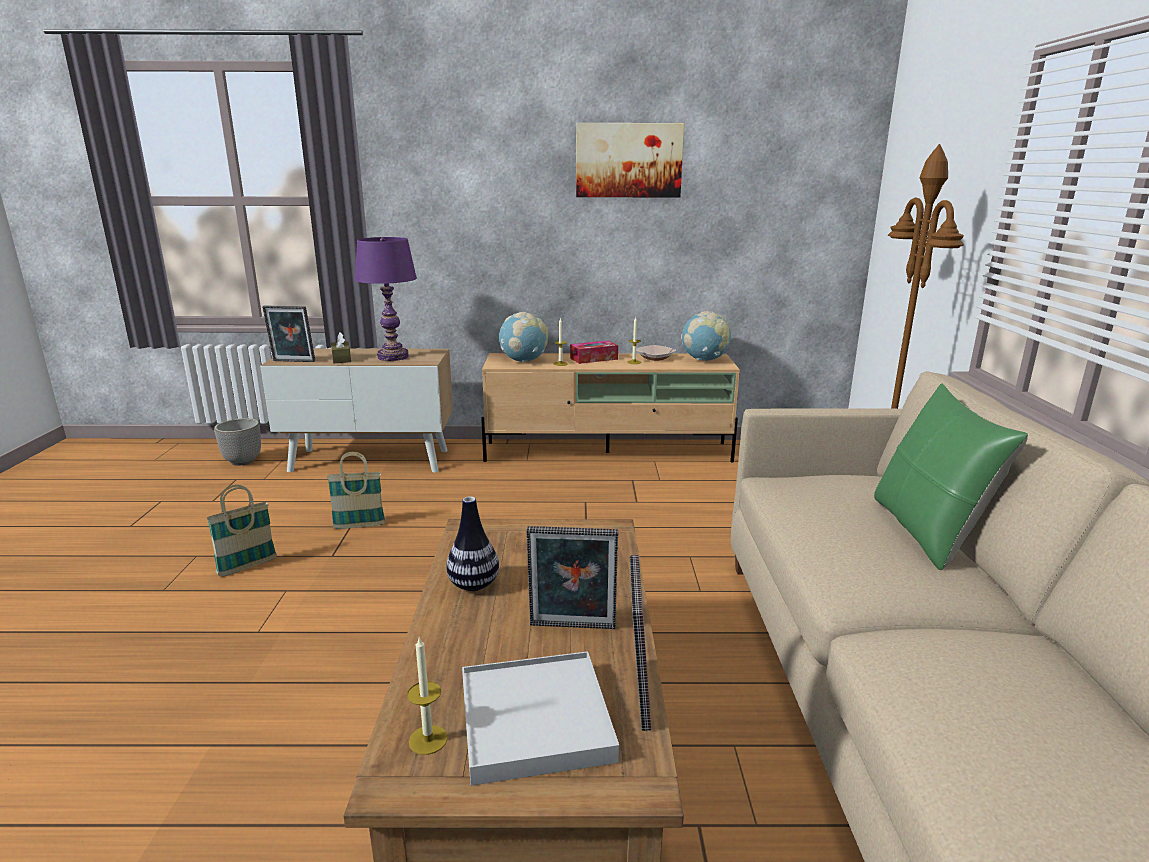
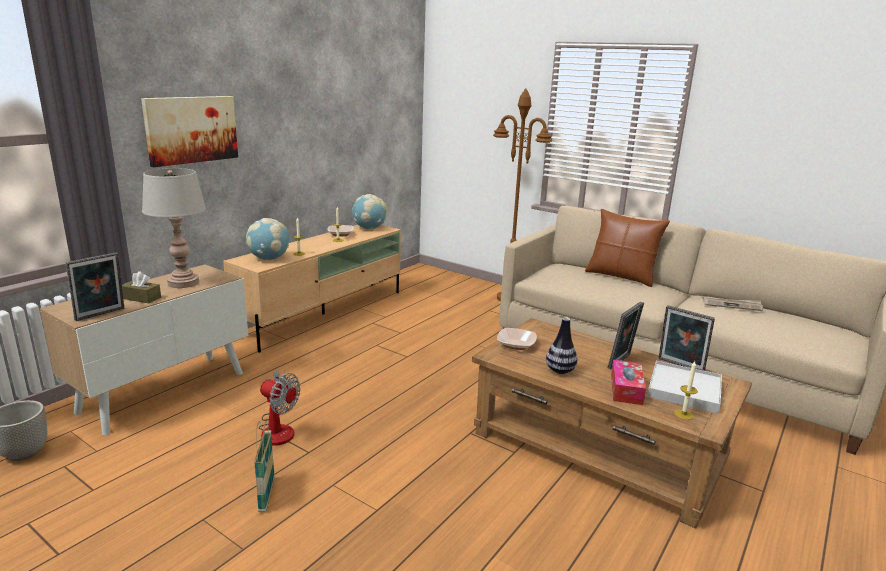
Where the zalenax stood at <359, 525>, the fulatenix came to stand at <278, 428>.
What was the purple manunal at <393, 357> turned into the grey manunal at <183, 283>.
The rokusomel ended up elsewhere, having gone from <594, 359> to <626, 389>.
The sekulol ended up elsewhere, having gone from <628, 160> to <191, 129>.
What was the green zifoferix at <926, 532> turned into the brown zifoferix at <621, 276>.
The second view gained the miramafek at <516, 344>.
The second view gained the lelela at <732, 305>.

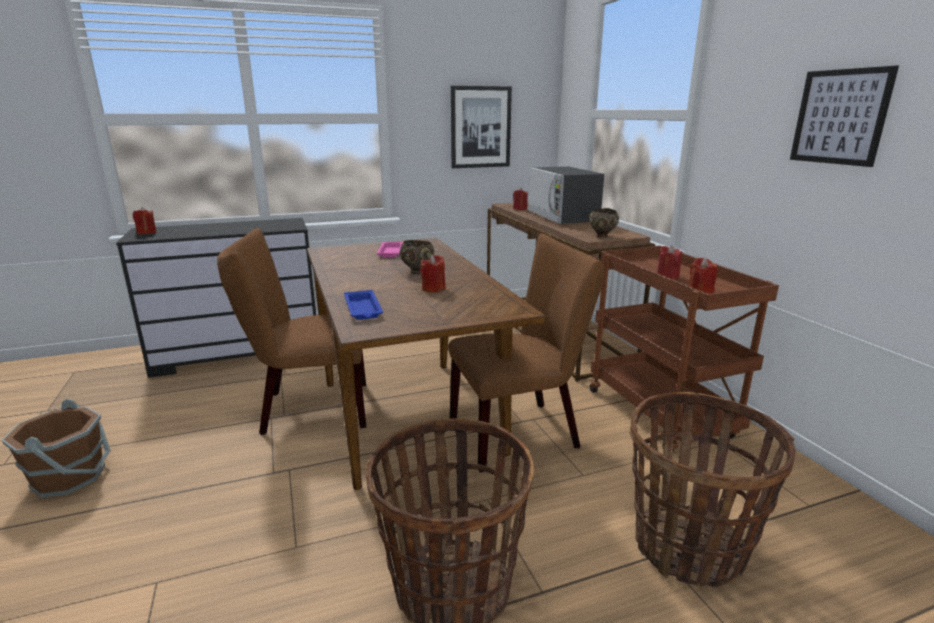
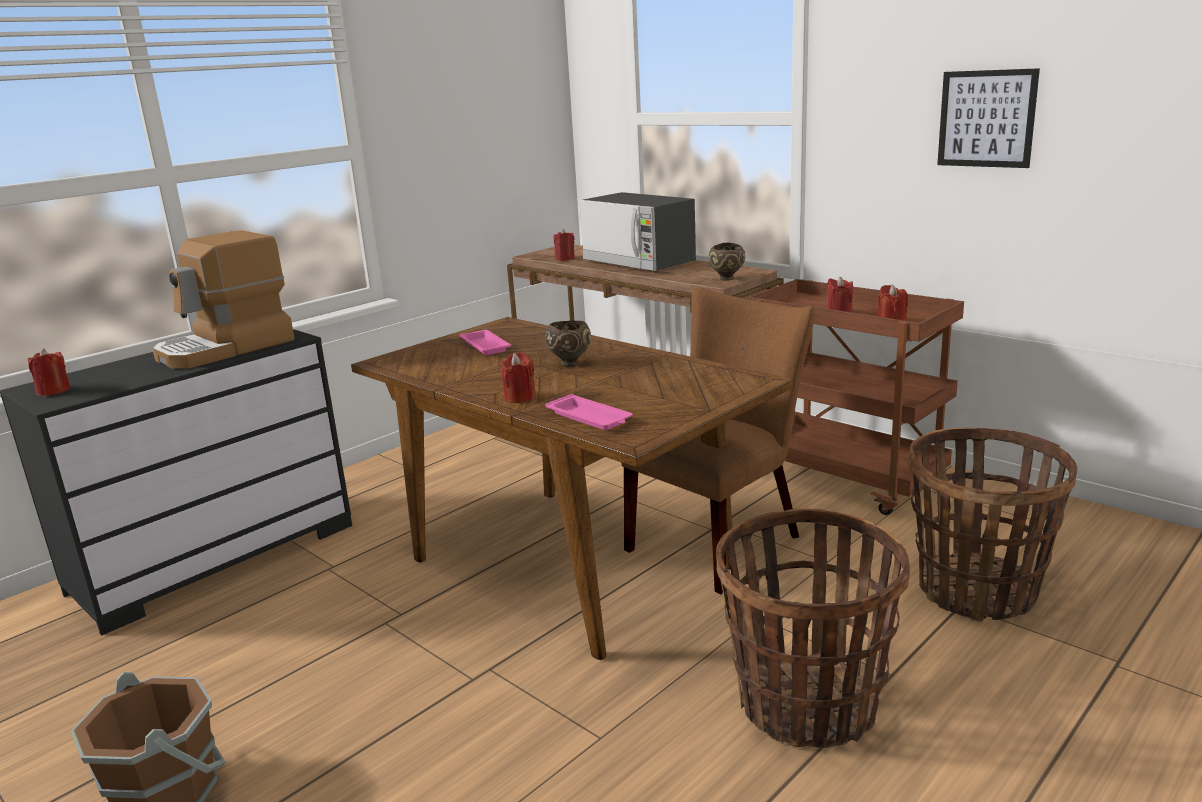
The second view lost the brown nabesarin at <308, 409>.
What was the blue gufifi at <363, 309> turned into the pink gufifi at <590, 418>.
The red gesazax ended up elsewhere, having gone from <433, 288> to <520, 397>.
The second view lost the sekulol at <480, 127>.
The second view gained the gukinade at <226, 349>.

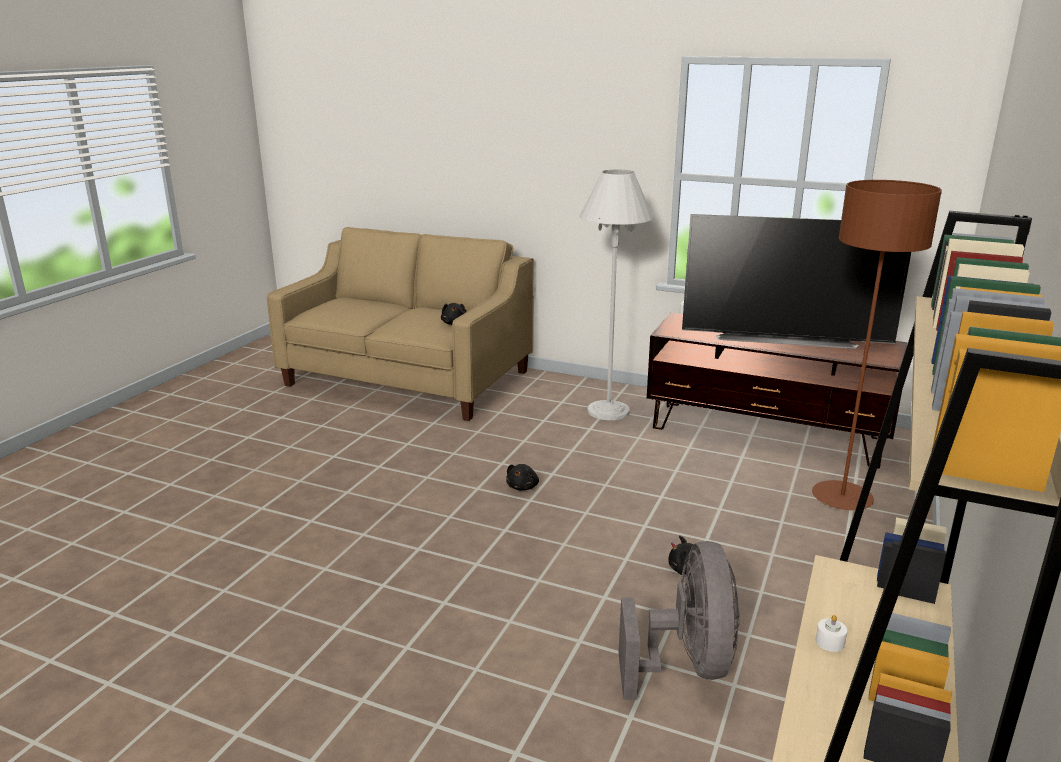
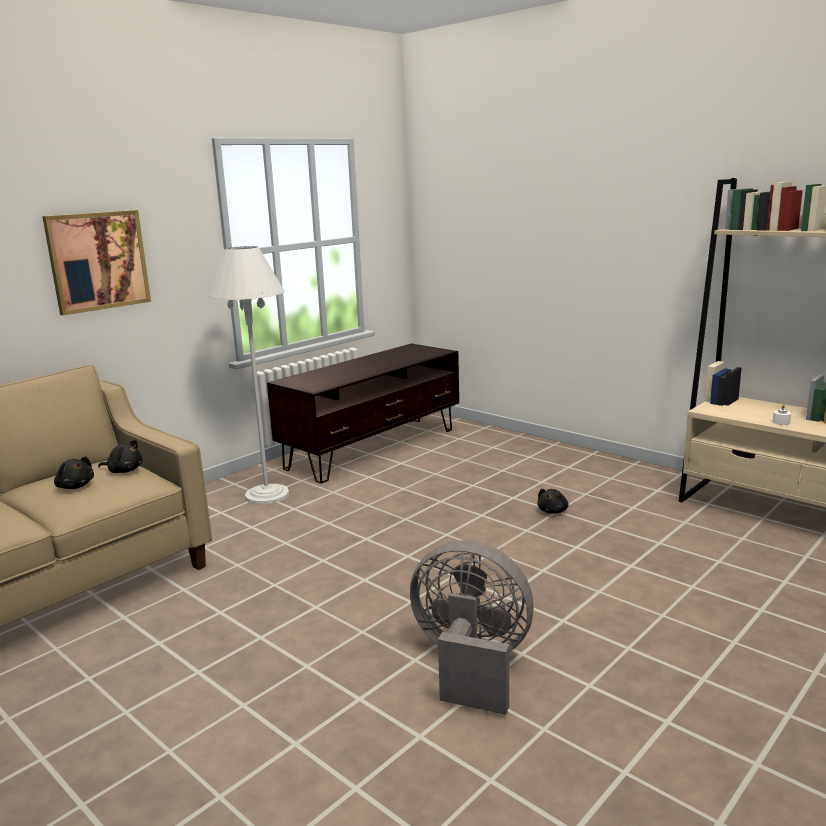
The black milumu ended up elsewhere, having gone from <523, 487> to <75, 486>.
The grey fulatenix ended up elsewhere, having gone from <686, 665> to <471, 665>.
The second view lost the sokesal at <784, 338>.
The second view lost the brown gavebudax at <842, 498>.
The second view gained the sekulol at <98, 261>.

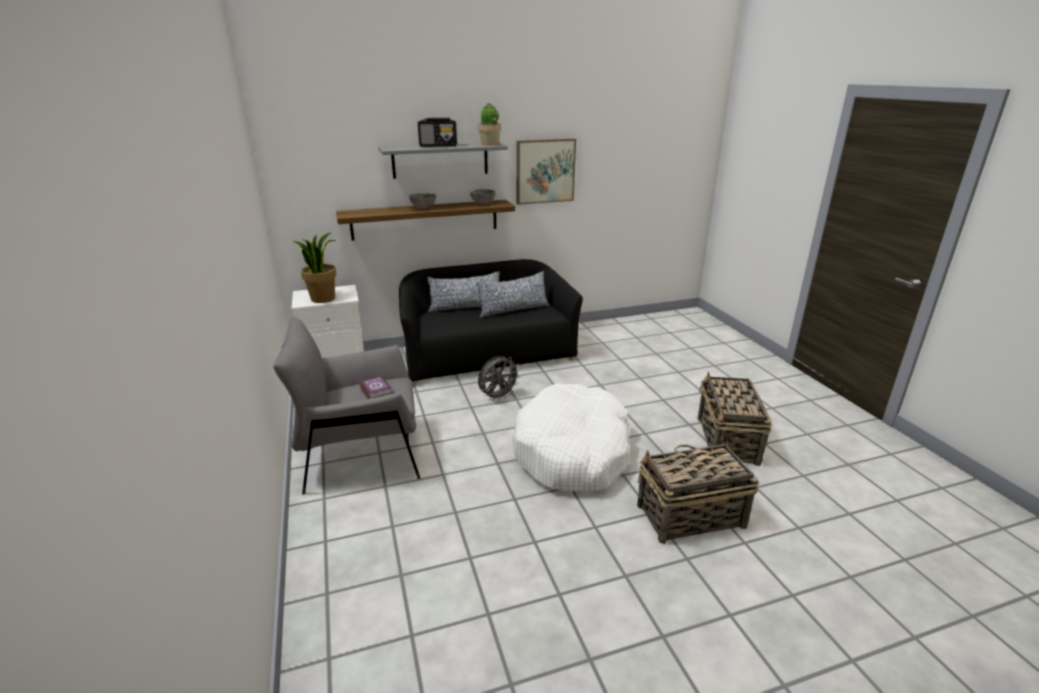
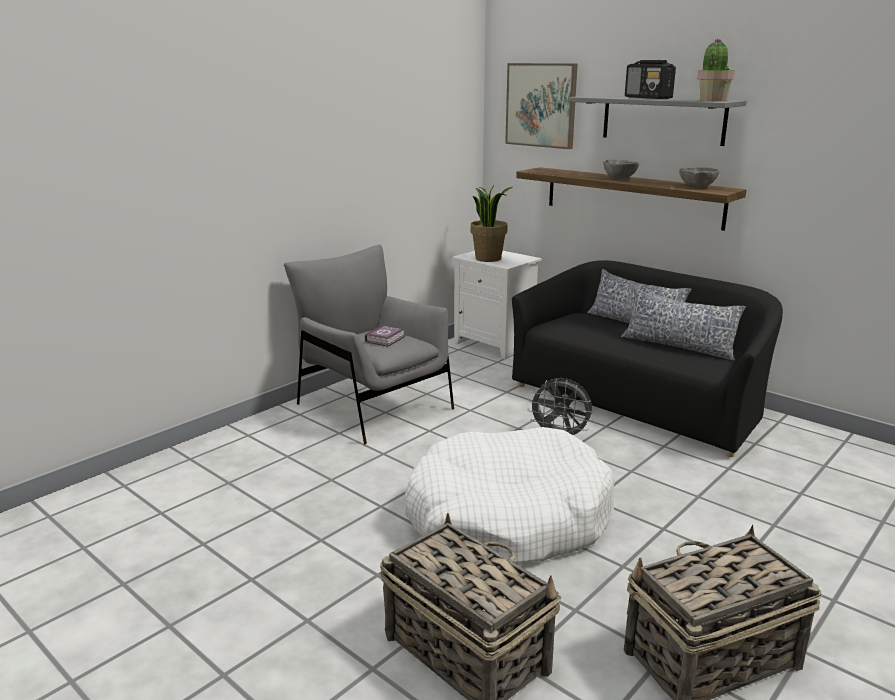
The sekulol ended up elsewhere, having gone from <545, 171> to <541, 105>.

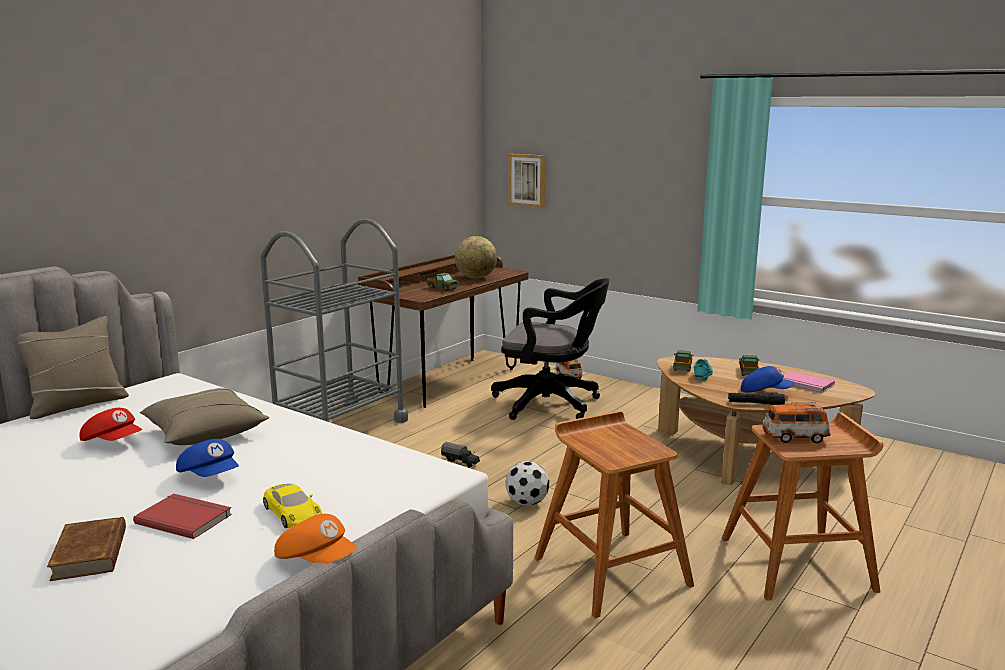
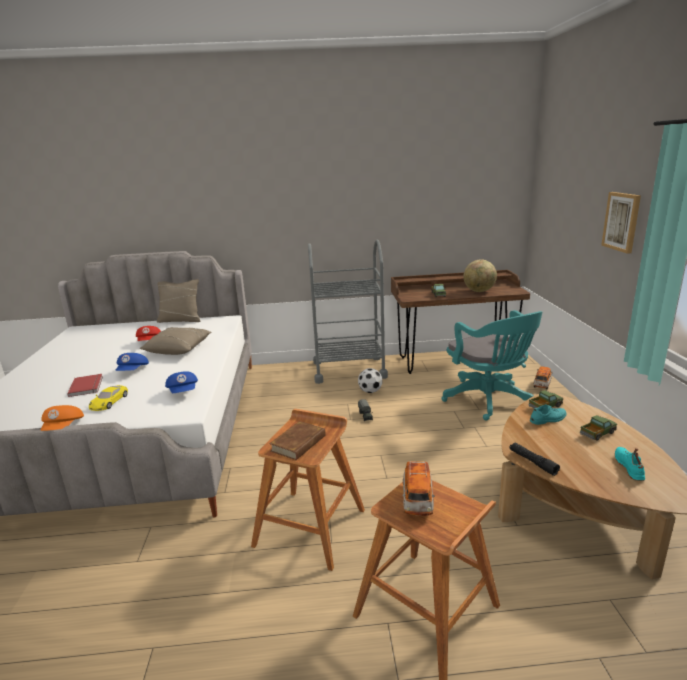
The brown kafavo ended up elsewhere, having gone from <91, 553> to <299, 443>.
What was the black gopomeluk at <552, 404> turned into the turquoise gopomeluk at <489, 401>.
The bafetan ended up elsewhere, having gone from <527, 502> to <370, 391>.
The sekulol ended up elsewhere, having gone from <527, 180> to <621, 221>.
The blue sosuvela ended up elsewhere, having gone from <765, 392> to <184, 392>.
The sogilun at <794, 437> ended up facing another way, 135 degrees counterclockwise from before.
Where the pink kafavo stood at <805, 384>, the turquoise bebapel came to stand at <630, 467>.

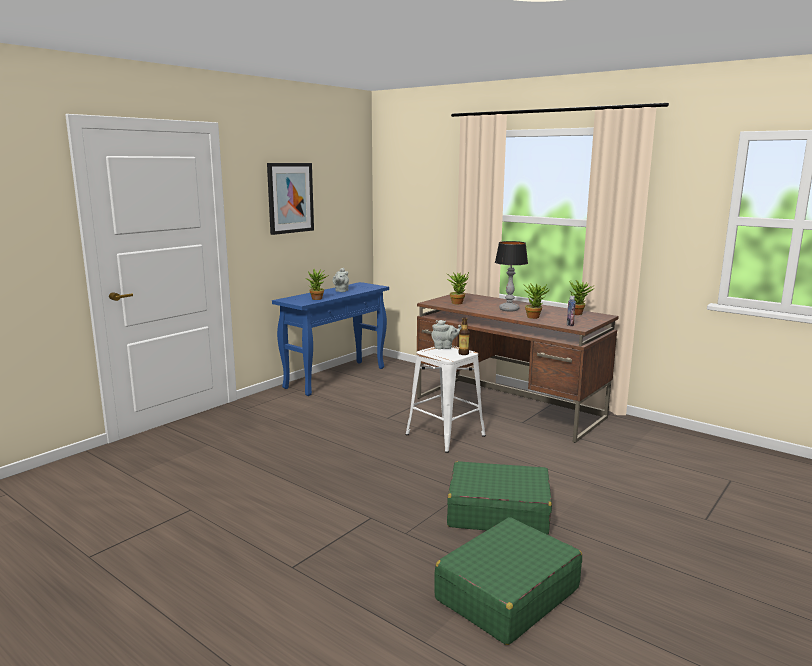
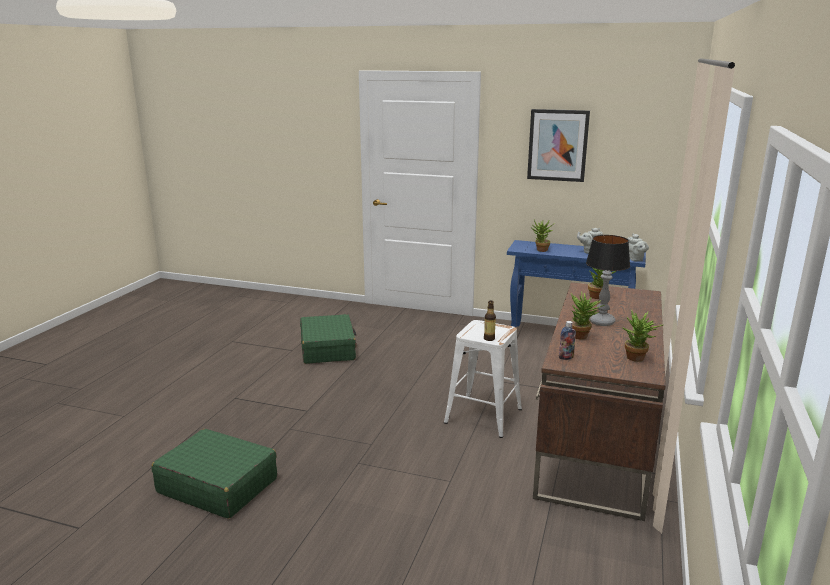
The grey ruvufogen ended up elsewhere, having gone from <444, 347> to <635, 260>.
The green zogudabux ended up elsewhere, having gone from <497, 512> to <328, 348>.

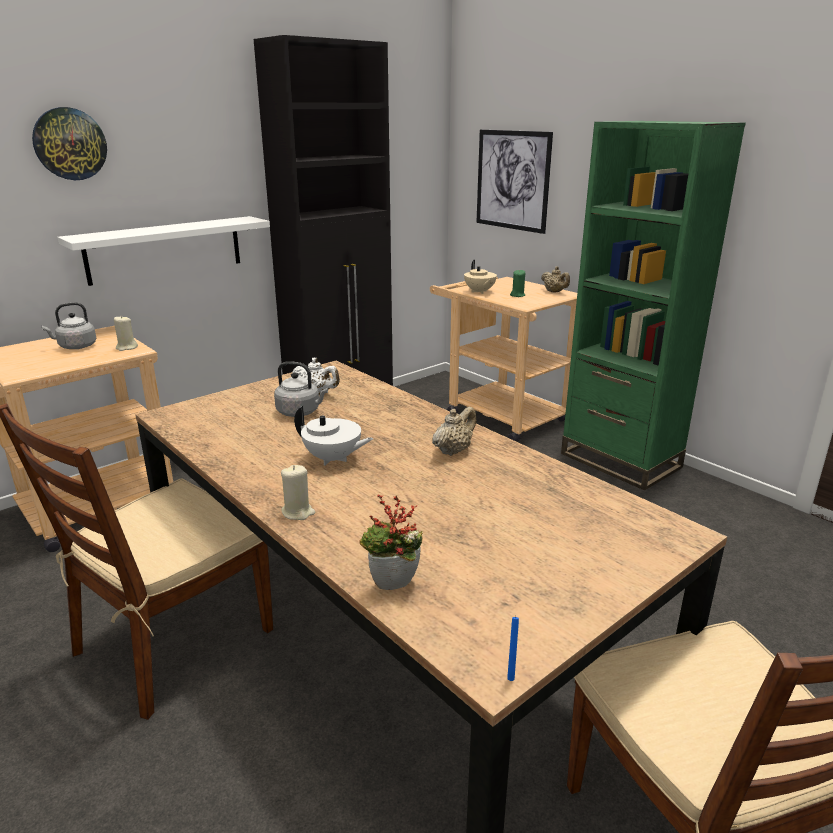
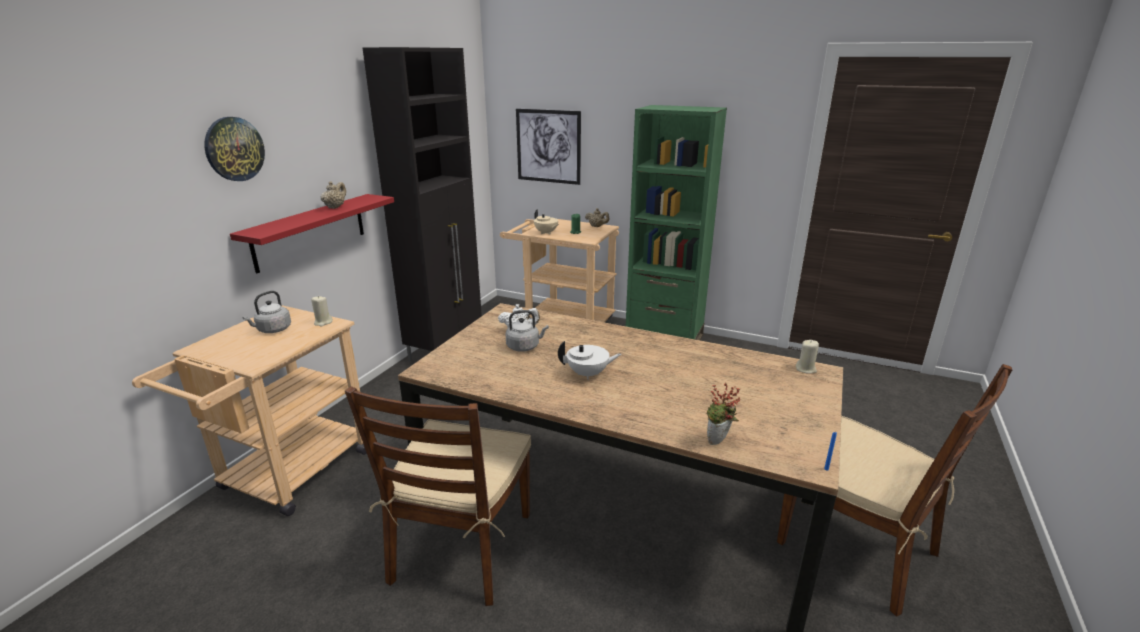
What was the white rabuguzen at <165, 249> turned into the red rabuguzen at <310, 231>.
The beige gesazax ended up elsewhere, having gone from <298, 512> to <806, 369>.
The beige ruvufogen ended up elsewhere, having gone from <453, 450> to <335, 207>.

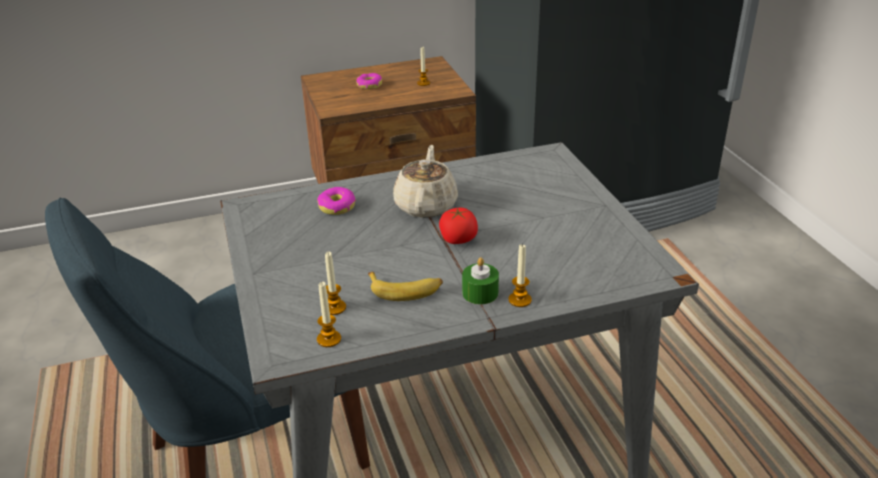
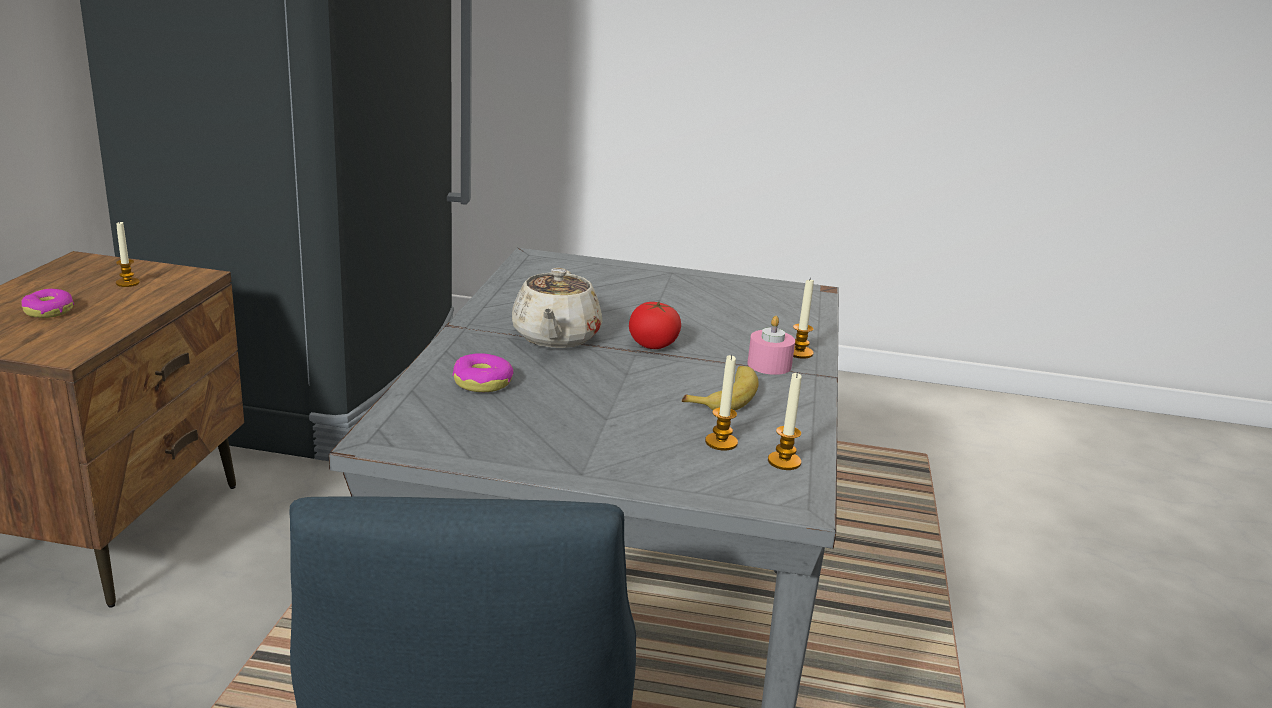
The beige ruvufogen at <426, 205> ended up facing another way, 120 degrees counterclockwise from before.
What was the green gesazax at <480, 293> turned into the pink gesazax at <769, 365>.

